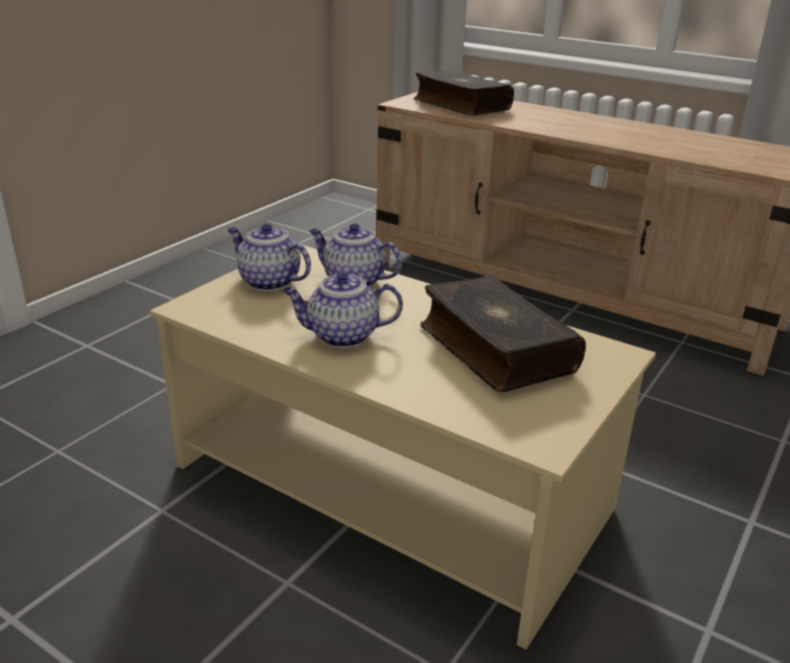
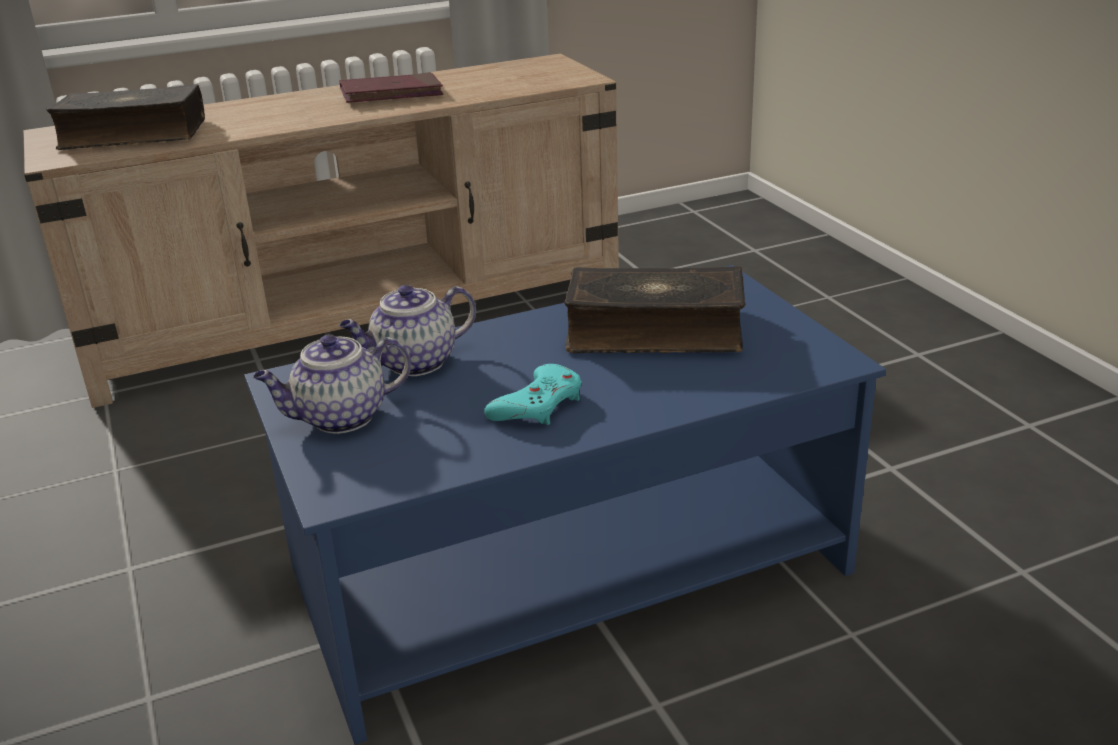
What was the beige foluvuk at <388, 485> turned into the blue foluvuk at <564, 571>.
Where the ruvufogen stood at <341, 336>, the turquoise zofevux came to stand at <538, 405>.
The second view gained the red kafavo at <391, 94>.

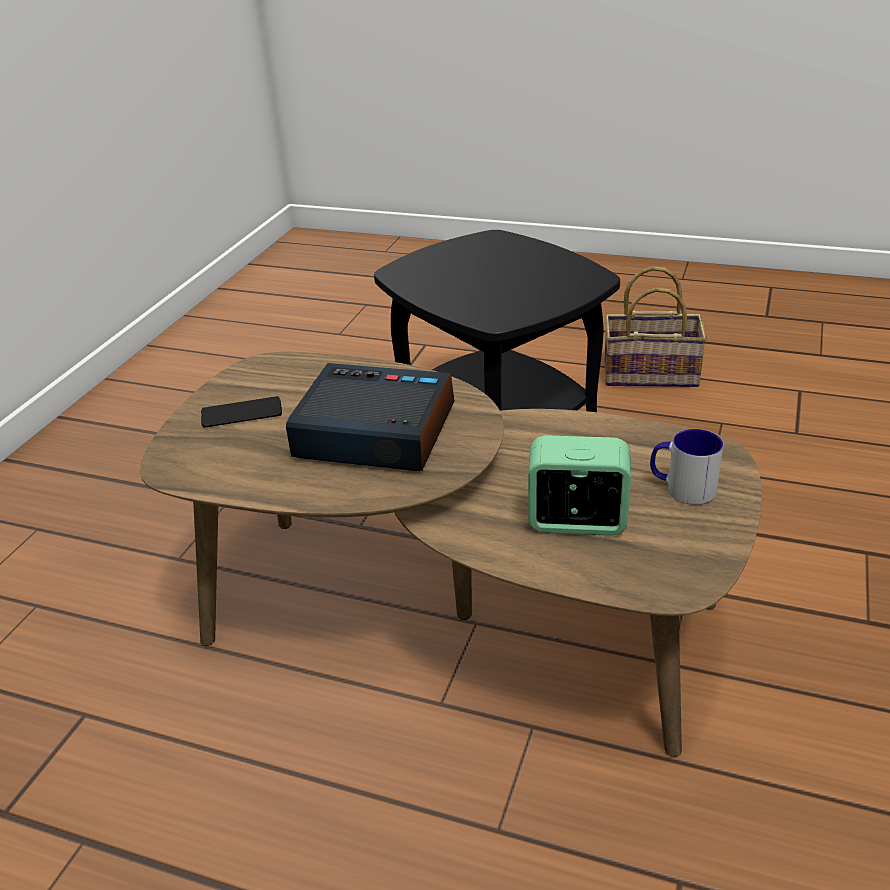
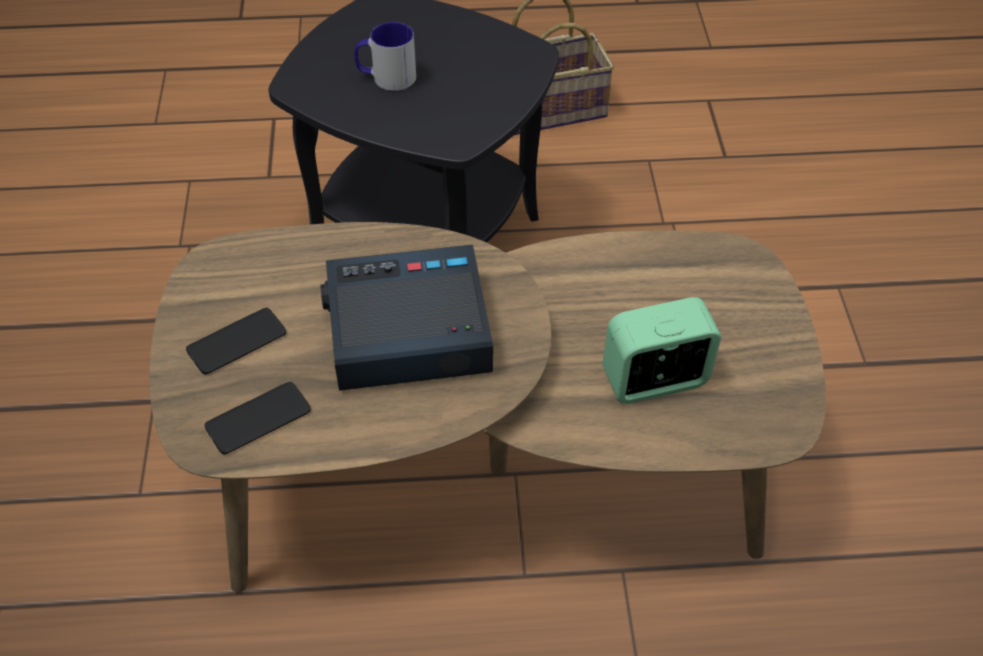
The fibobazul ended up elsewhere, having gone from <682, 488> to <386, 78>.
The second view gained the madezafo at <258, 418>.

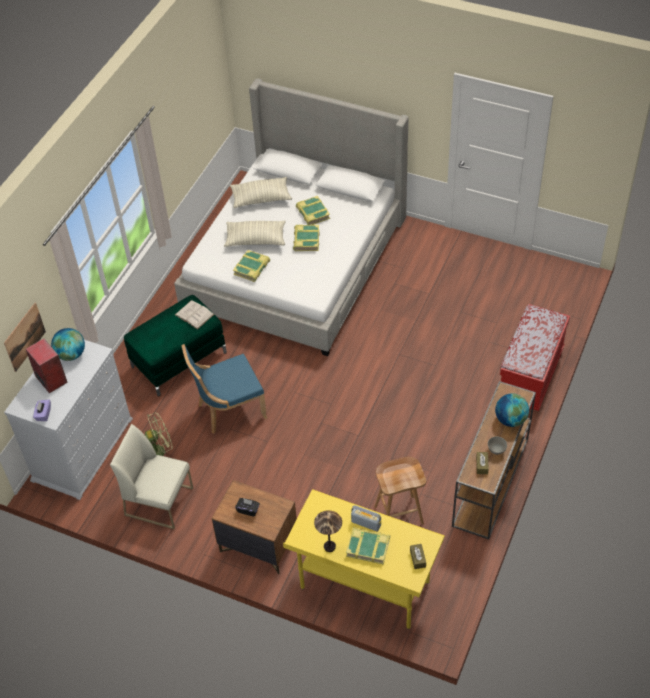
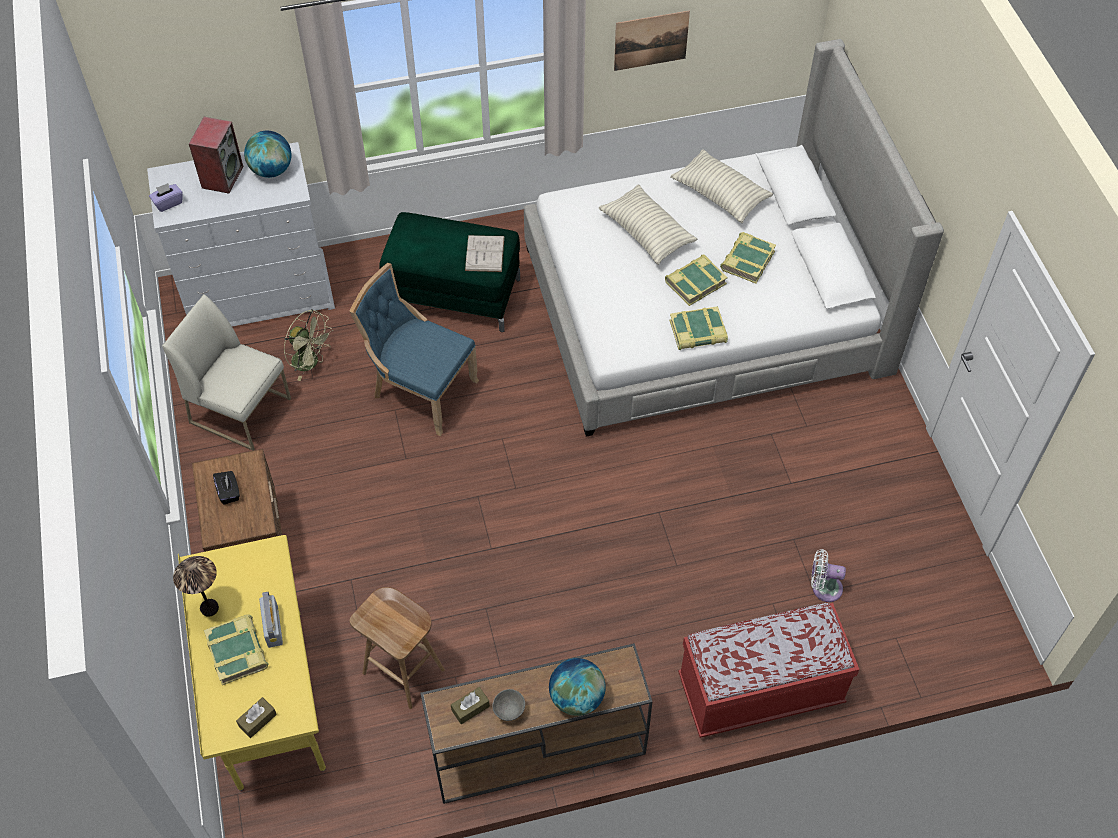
The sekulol ended up elsewhere, having gone from <24, 337> to <651, 40>.
The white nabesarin at <160, 501> ended up facing another way, 45 degrees counterclockwise from before.
The kafavo ended up elsewhere, having gone from <252, 268> to <698, 332>.
The second view gained the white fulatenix at <823, 588>.

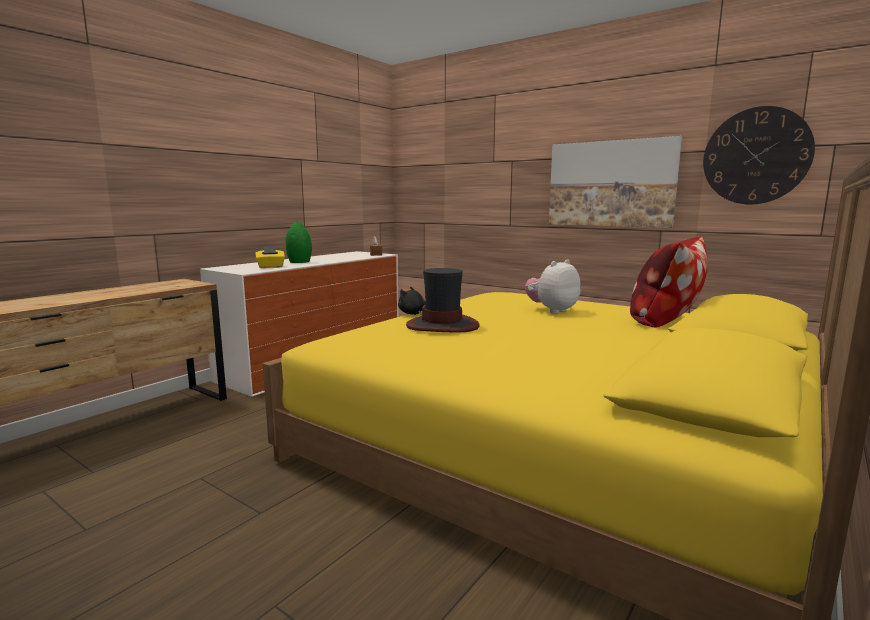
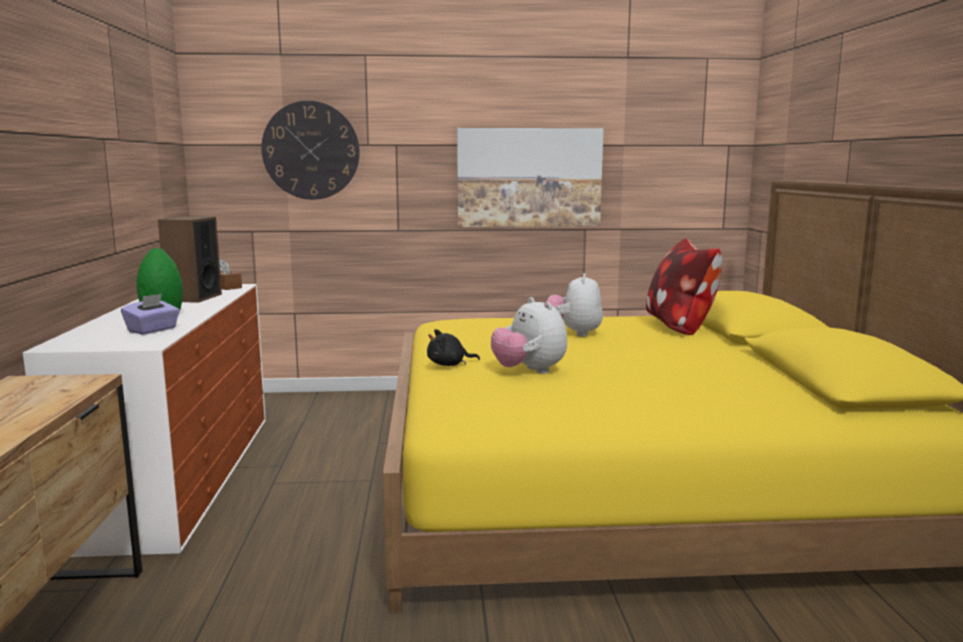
What was the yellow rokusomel at <271, 267> turned into the purple rokusomel at <153, 330>.
Where the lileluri stood at <443, 325>, the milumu came to stand at <529, 371>.
The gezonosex ended up elsewhere, having gone from <756, 156> to <311, 150>.
The second view gained the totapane at <193, 297>.

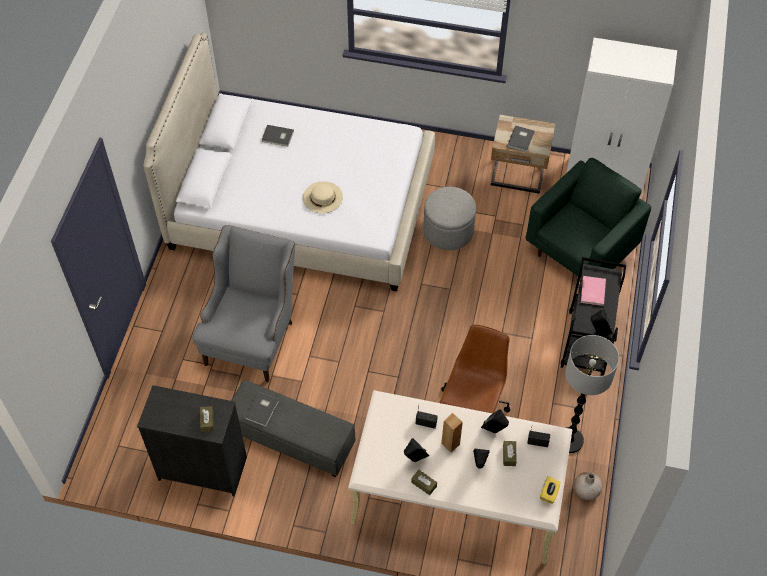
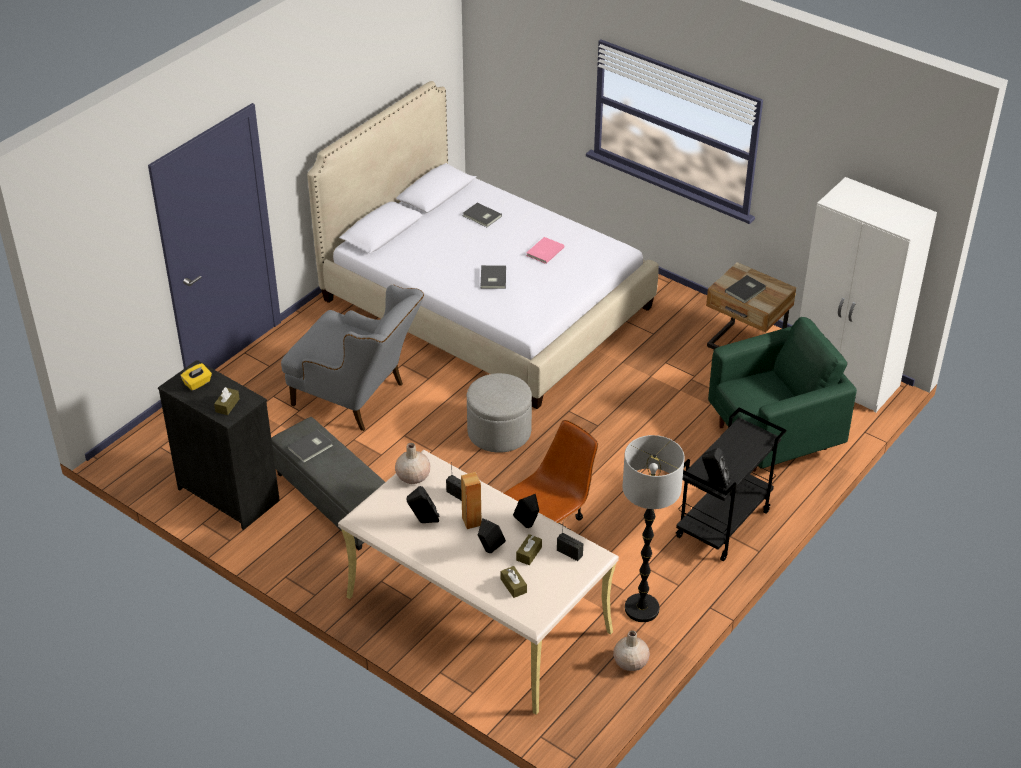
The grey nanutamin at <252, 335> ended up facing another way, 75 degrees clockwise from before.
Where the beige lileluri stood at <322, 197>, the grey kafavo came to stand at <492, 278>.
The brown rokusomel ended up elsewhere, having gone from <424, 484> to <513, 586>.
The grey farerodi ended up elsewhere, having gone from <448, 231> to <499, 432>.
The yellow rokusomel ended up elsewhere, having gone from <549, 493> to <197, 383>.
The pink kafavo ended up elsewhere, having gone from <592, 292> to <544, 251>.
The second view gained the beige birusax at <412, 477>.

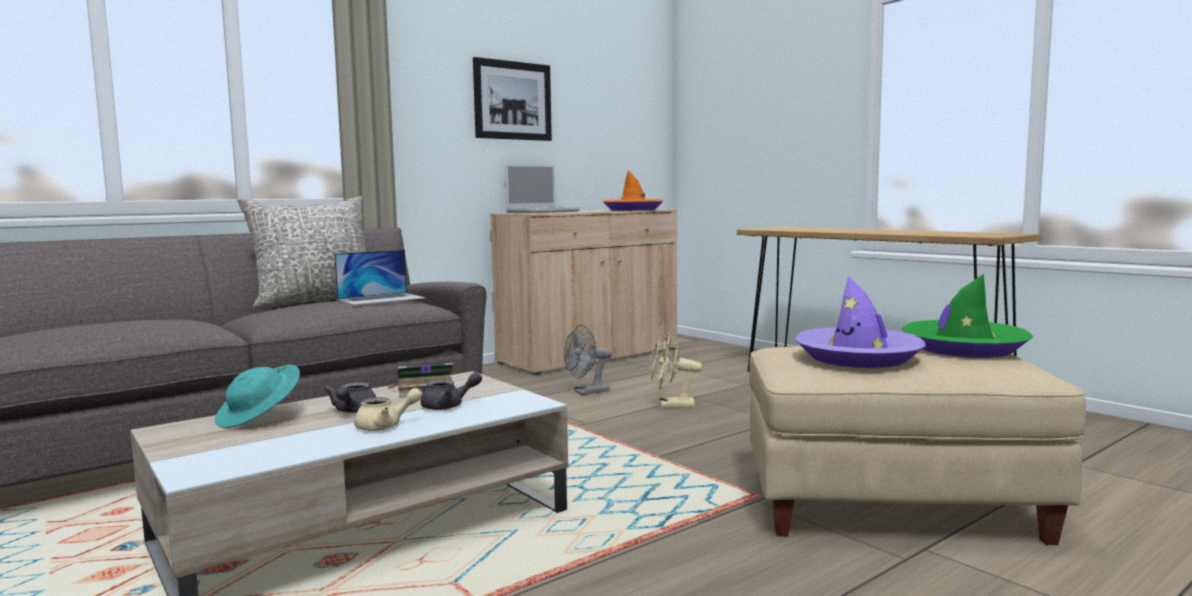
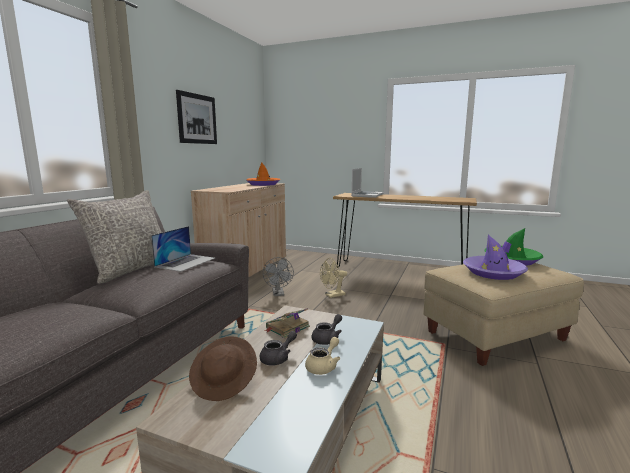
What was the turquoise lileluri at <260, 417> turned into the brown lileluri at <224, 382>.
The grey ruvufogen at <352, 411> ended up facing another way, 105 degrees counterclockwise from before.
The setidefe ended up elsewhere, having gone from <543, 212> to <367, 195>.
The grey fulatenix at <586, 392> ended up facing another way, 45 degrees counterclockwise from before.

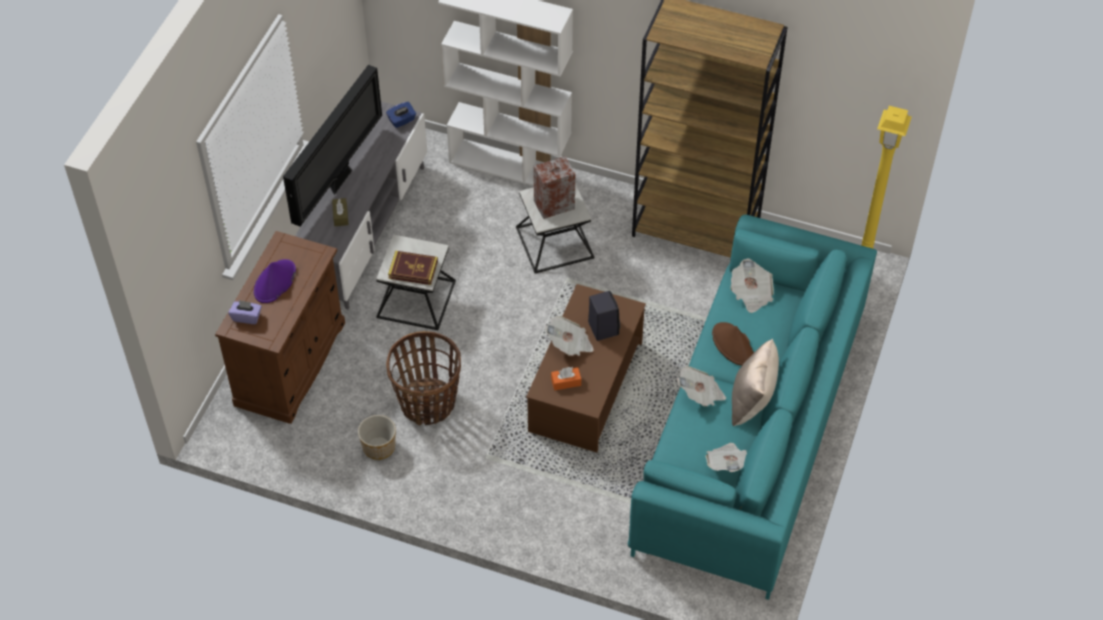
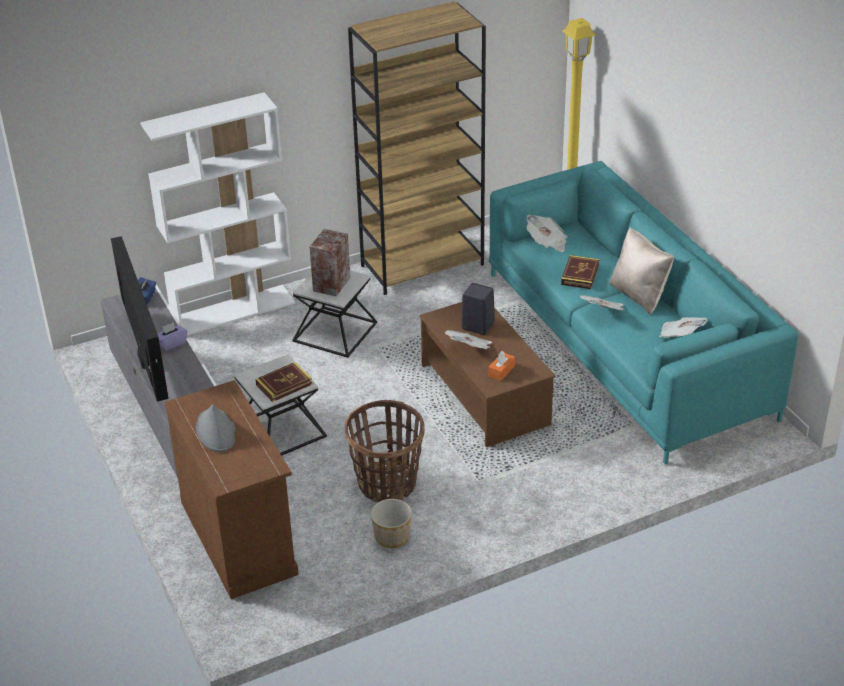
The purple rokusomel ended up elsewhere, having gone from <246, 317> to <172, 343>.
What was the purple lileluri at <275, 282> turned into the grey lileluri at <216, 431>.
The second view lost the brown rokusomel at <340, 216>.
Where the brown lileluri stood at <733, 345>, the kafavo came to stand at <580, 274>.

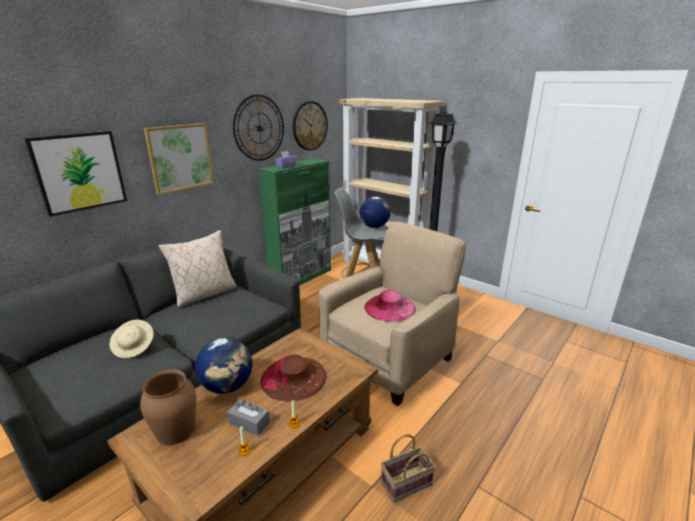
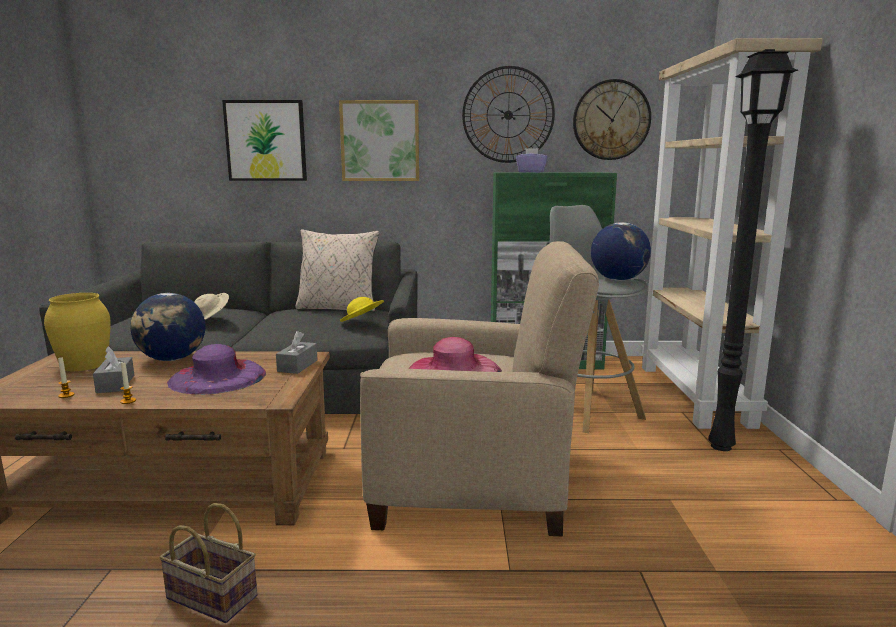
What was the brown birusax at <176, 430> turned into the yellow birusax at <85, 364>.
What was the brown lileluri at <293, 378> turned into the purple lileluri at <217, 377>.
The second view gained the grey rokusomel at <297, 366>.
The second view gained the yellow lileluri at <362, 322>.

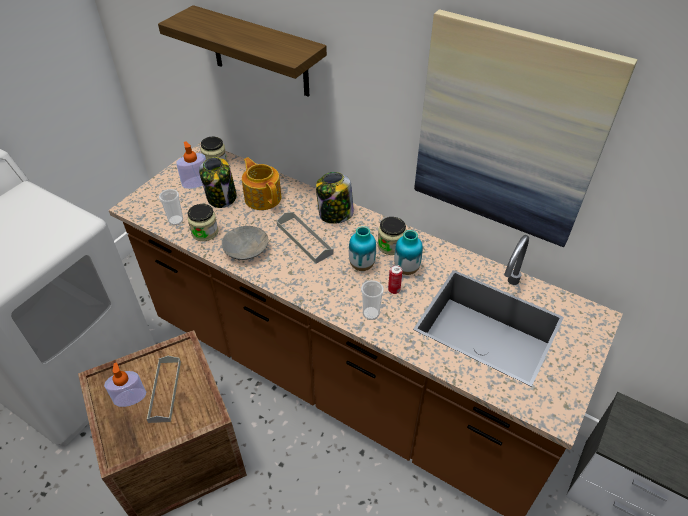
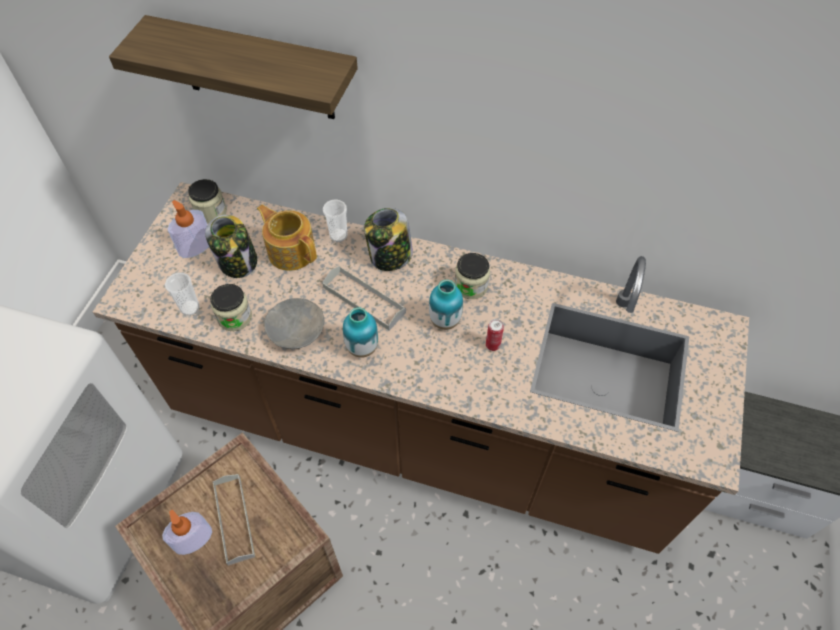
The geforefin ended up elsewhere, having gone from <371, 313> to <338, 235>.
The birusax ended up elsewhere, having gone from <406, 269> to <362, 348>.
The second view lost the sekulol at <508, 133>.

